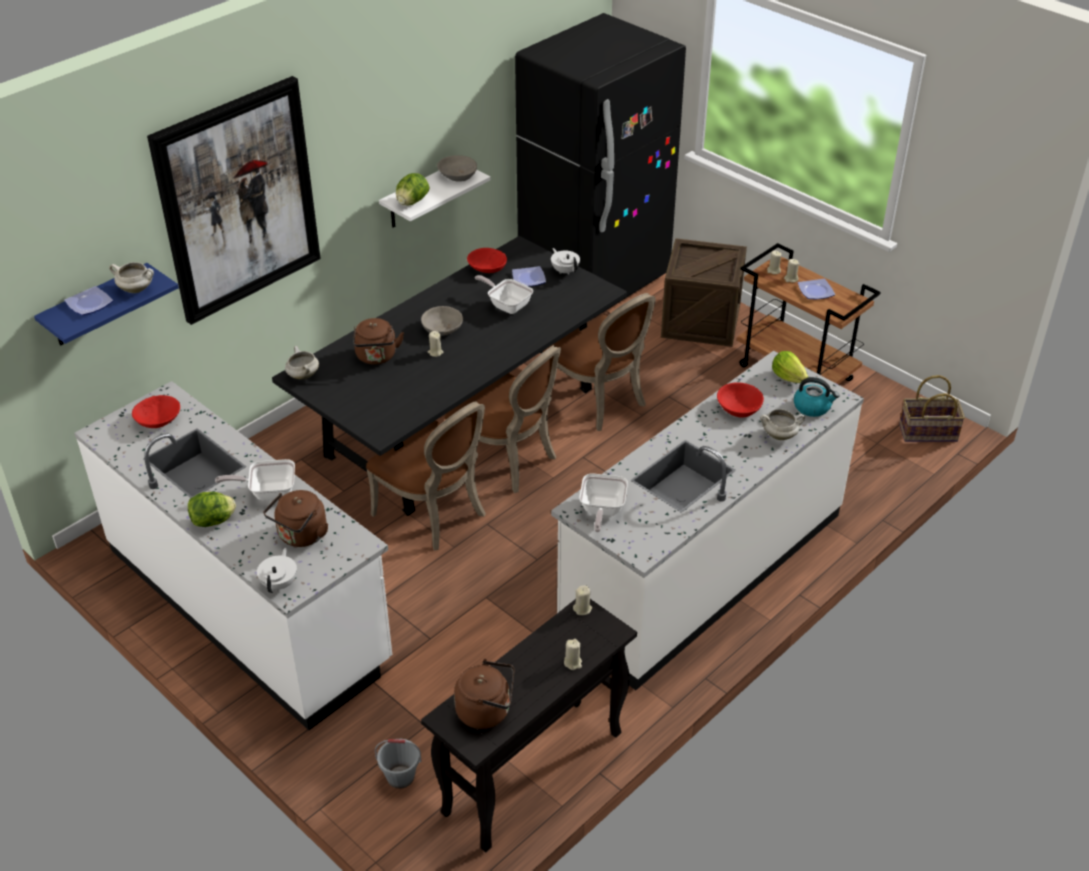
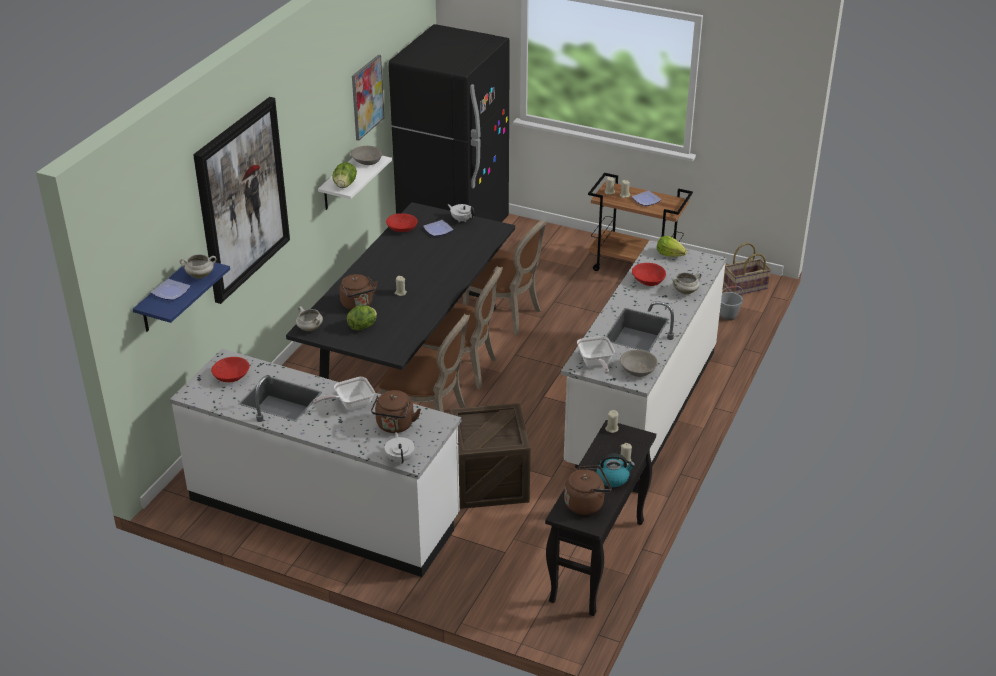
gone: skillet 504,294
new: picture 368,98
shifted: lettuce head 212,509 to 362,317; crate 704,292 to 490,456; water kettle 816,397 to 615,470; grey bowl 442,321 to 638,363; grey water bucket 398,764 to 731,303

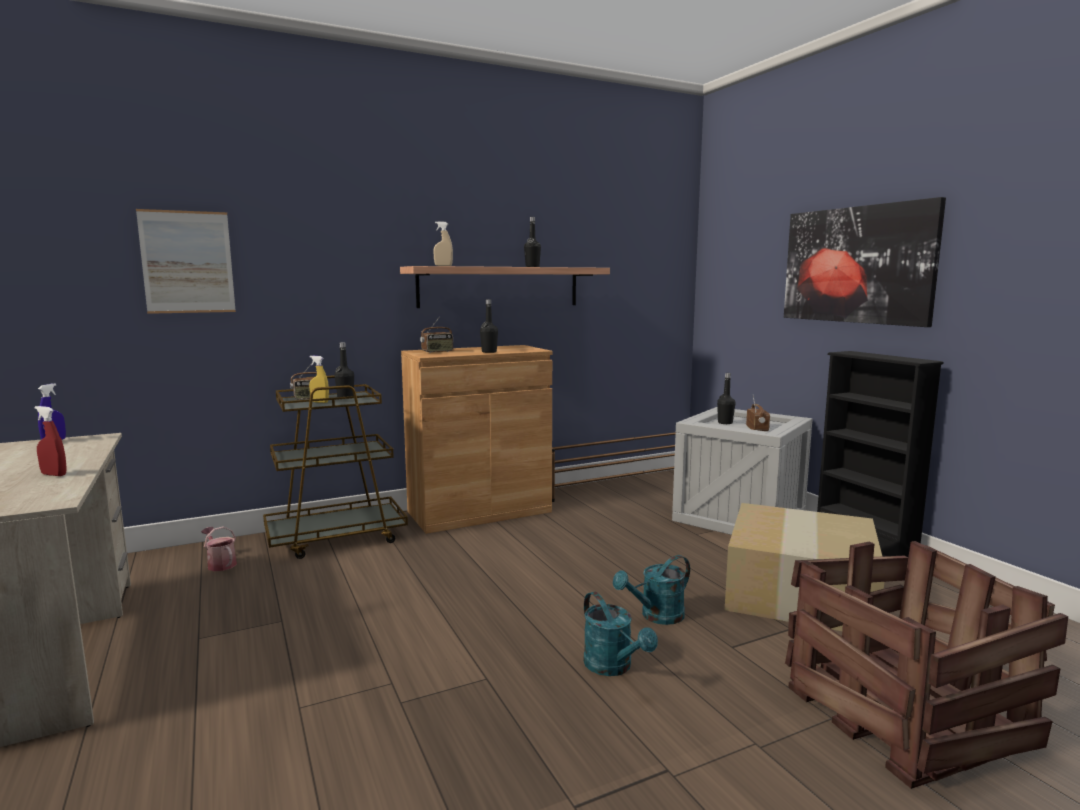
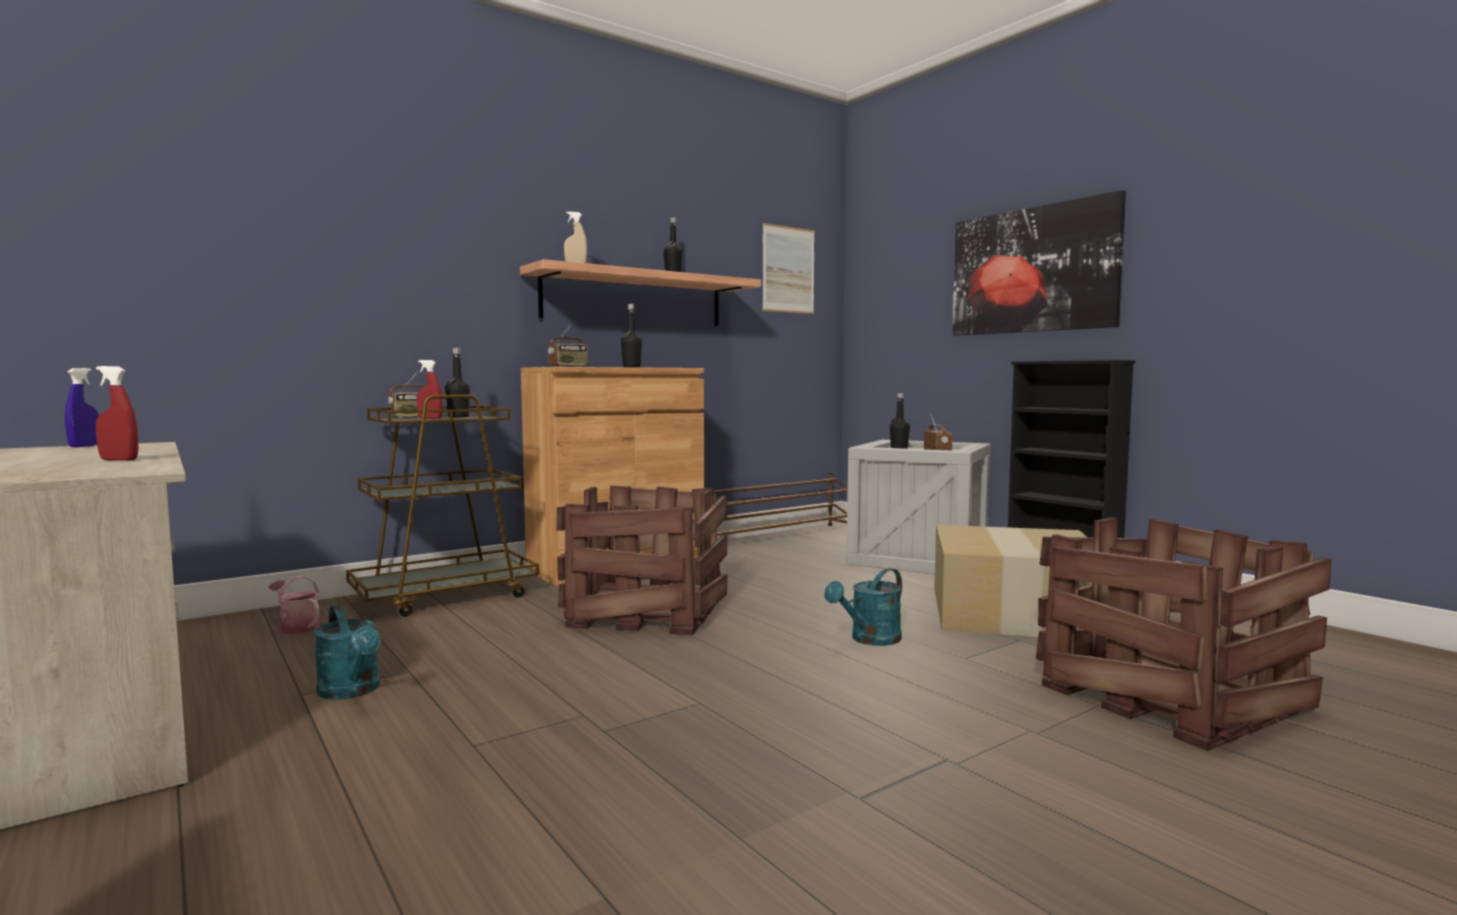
new: crate 641,560
shifted: turquoise-coloured watering can 620,634 to 347,652; picture 186,261 to 788,268
repainted: yellow spray bottle 319,379 to reddish spray bottle 429,389

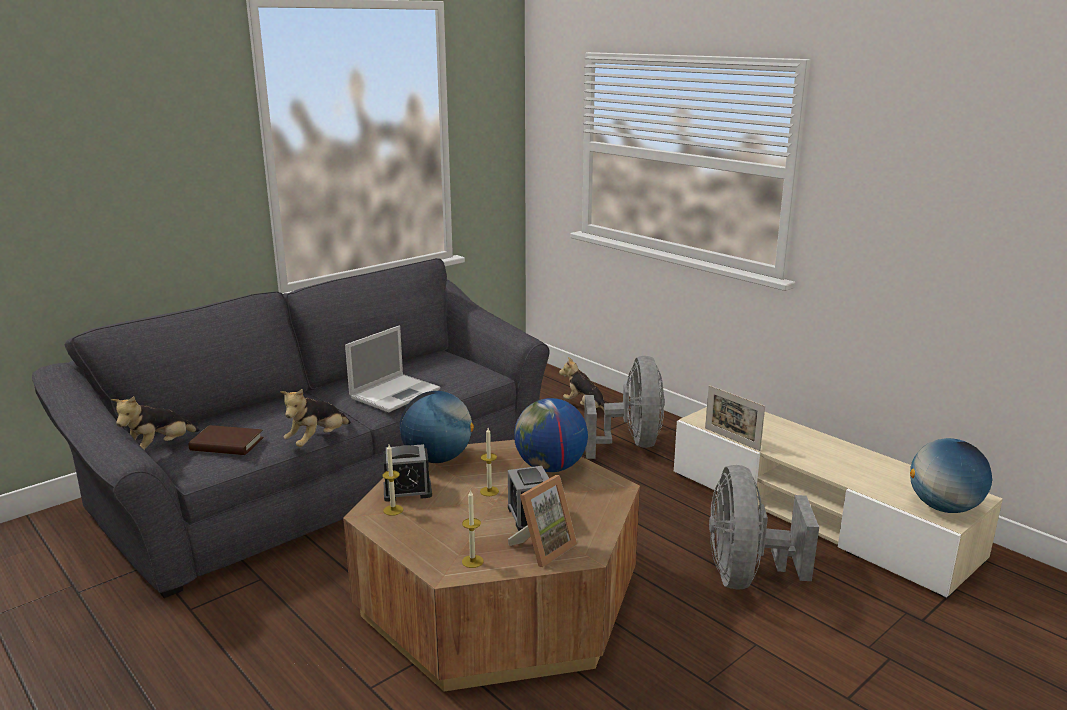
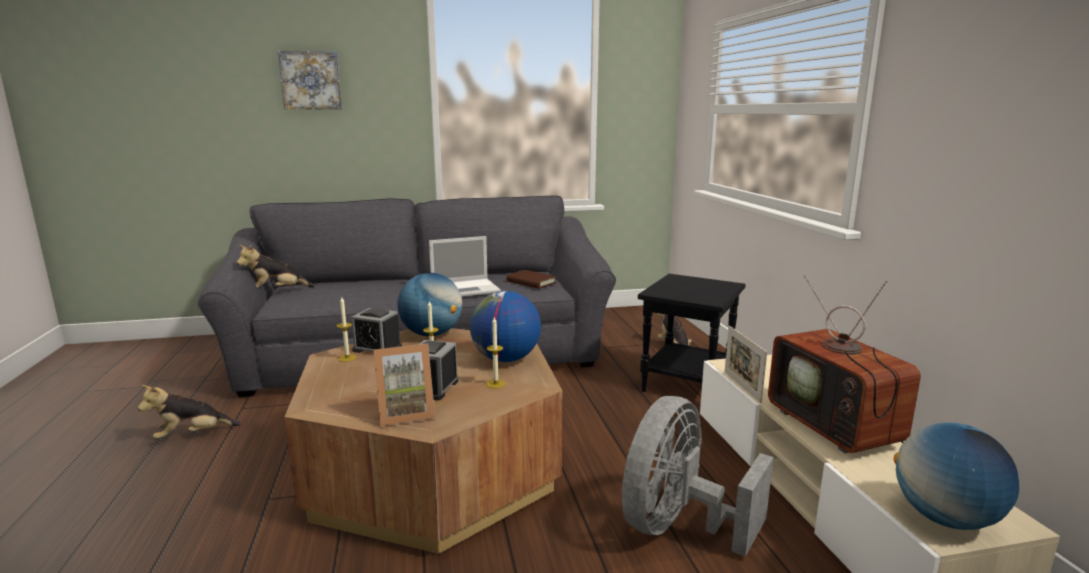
new: picture 310,80; TV set 844,364
shifted: plush toy 315,418 to 189,412; candle 473,528 to 496,352; brown volume 226,440 to 531,279
swapped: grey cooling fan 624,407 to black side table 692,333

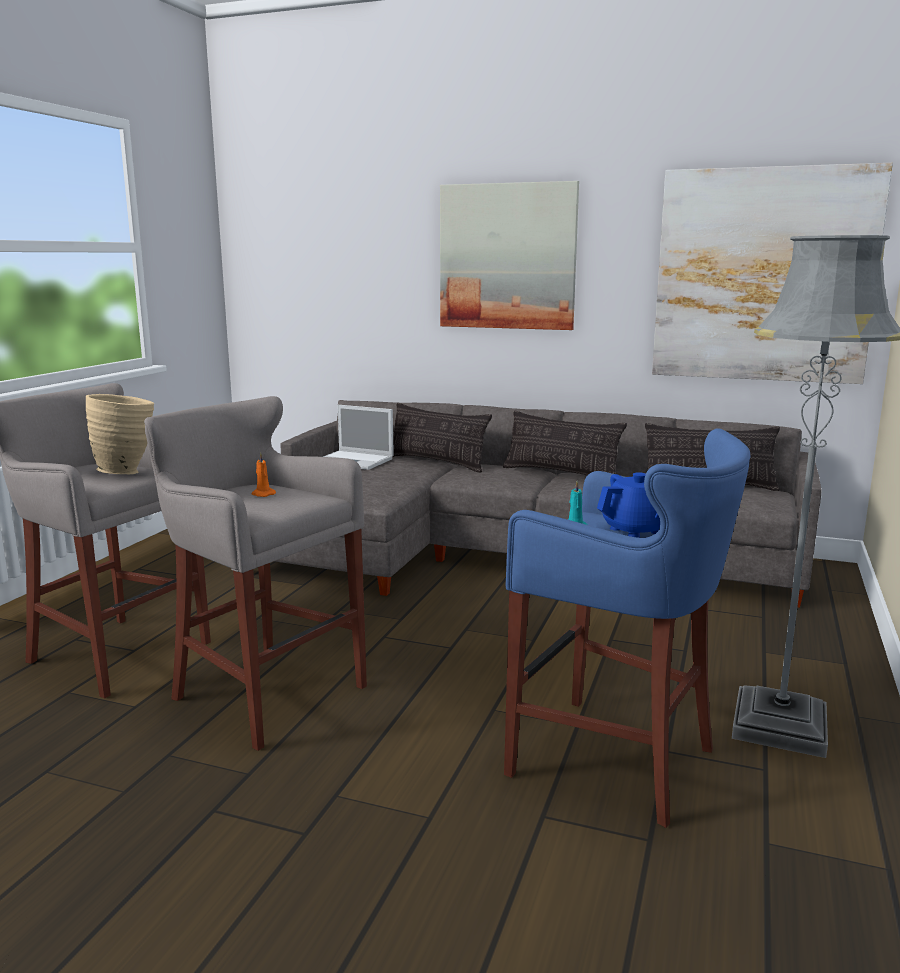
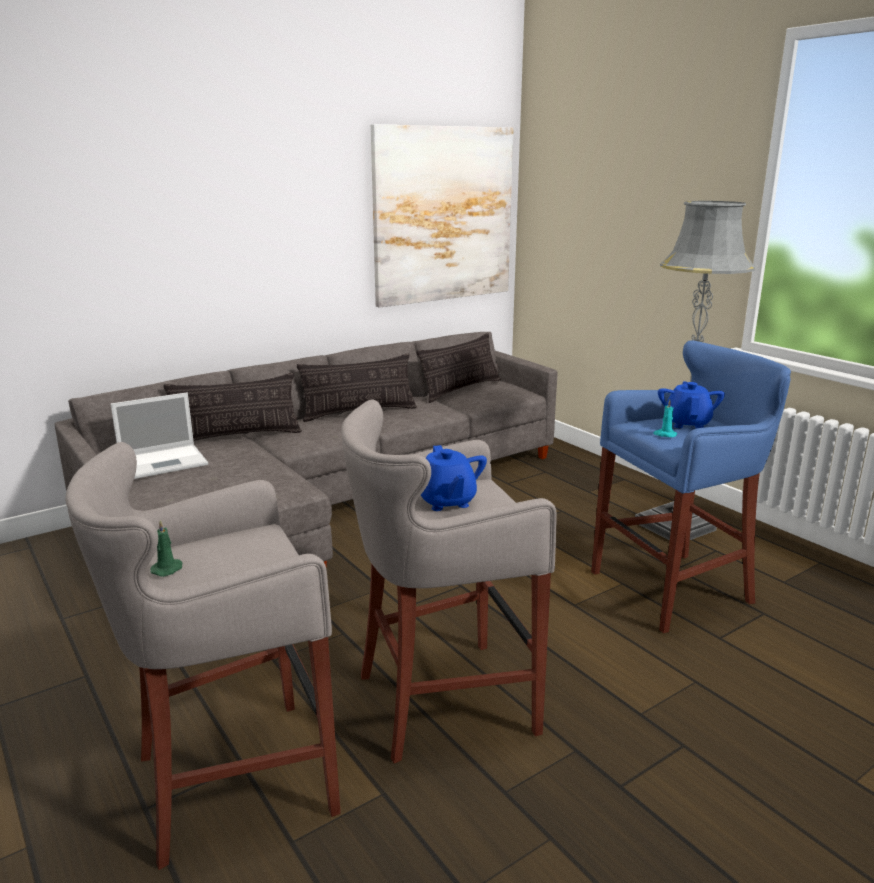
gone: beige-coloured vase 120,434; picture 509,255
new: greenish candle 166,548
swapped: orange-coloured candle 263,475 to blue-coloured teapot 454,478

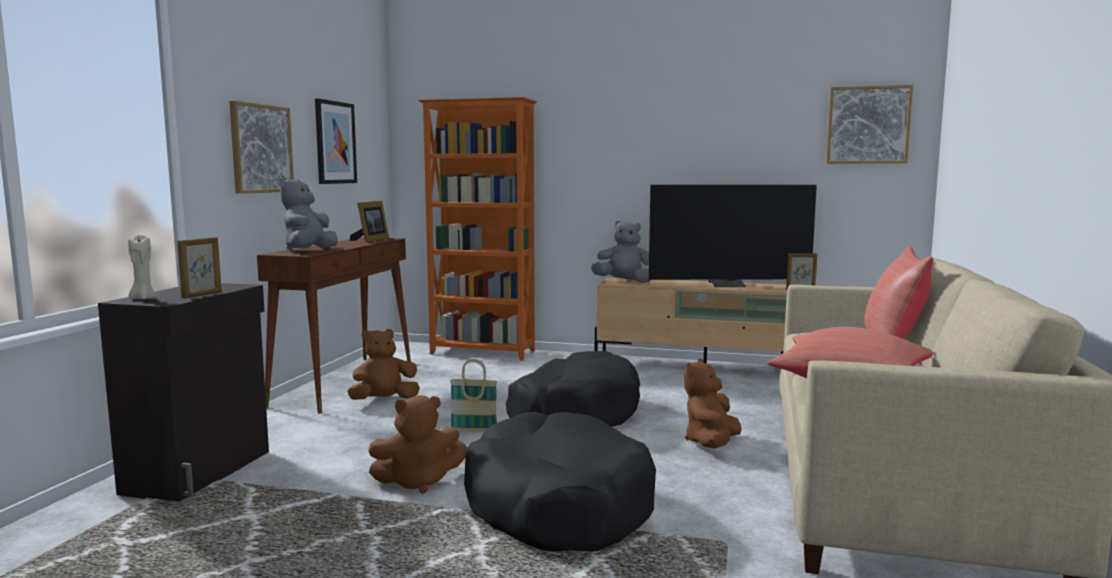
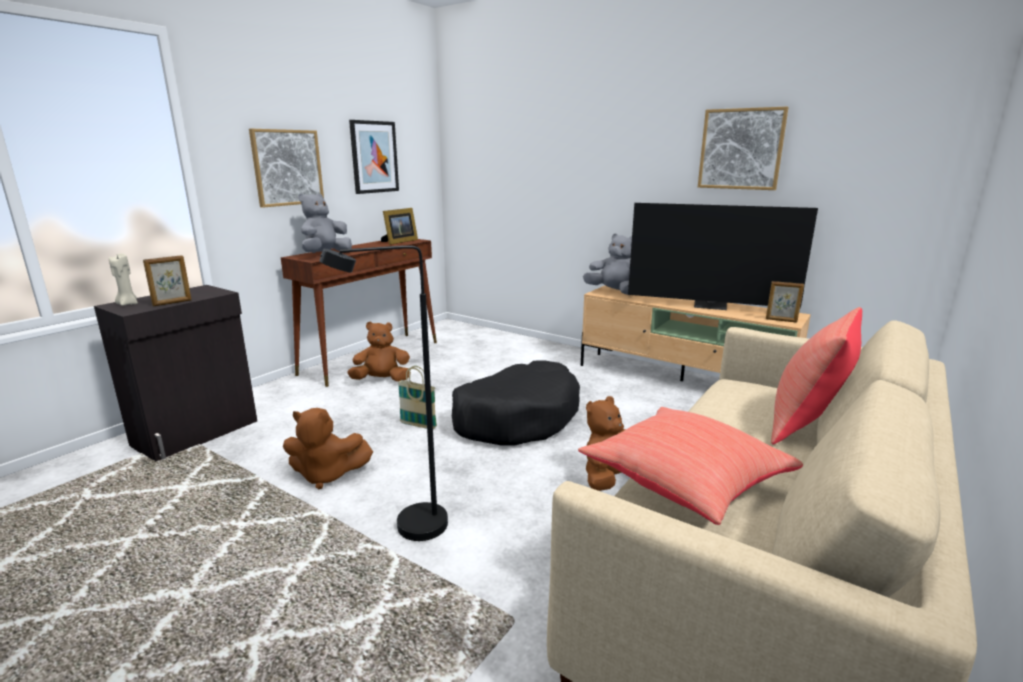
gone: orange-coloured shelving unit 477,229
shifted: picture 869,124 to 743,148
swapped: black dog bed 560,482 to black standing lamp 383,393

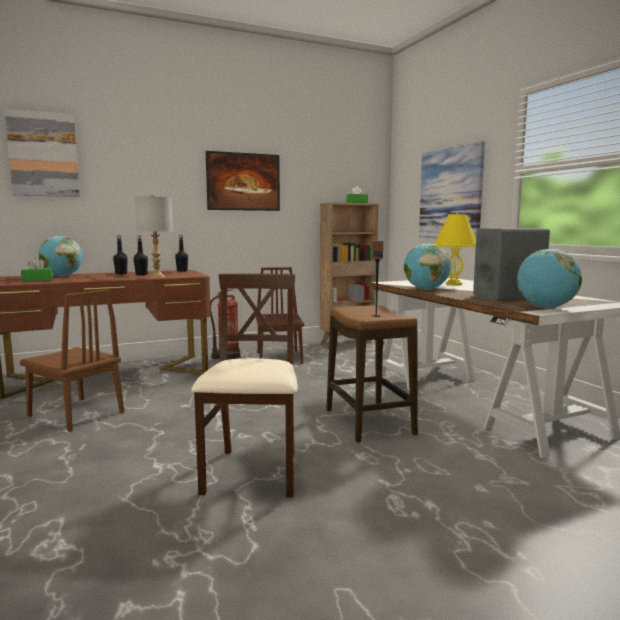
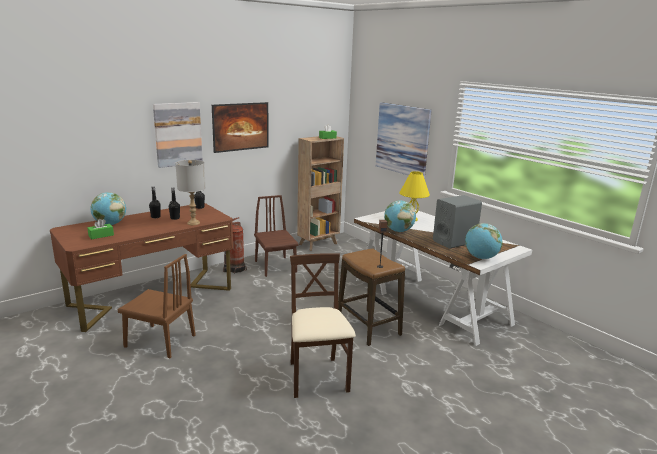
shifted: picture 42,153 to 178,135

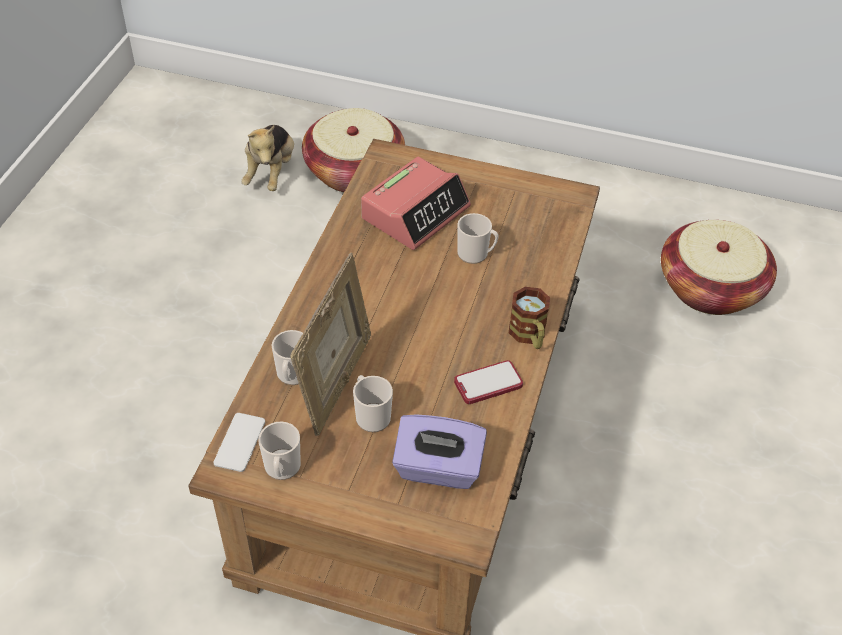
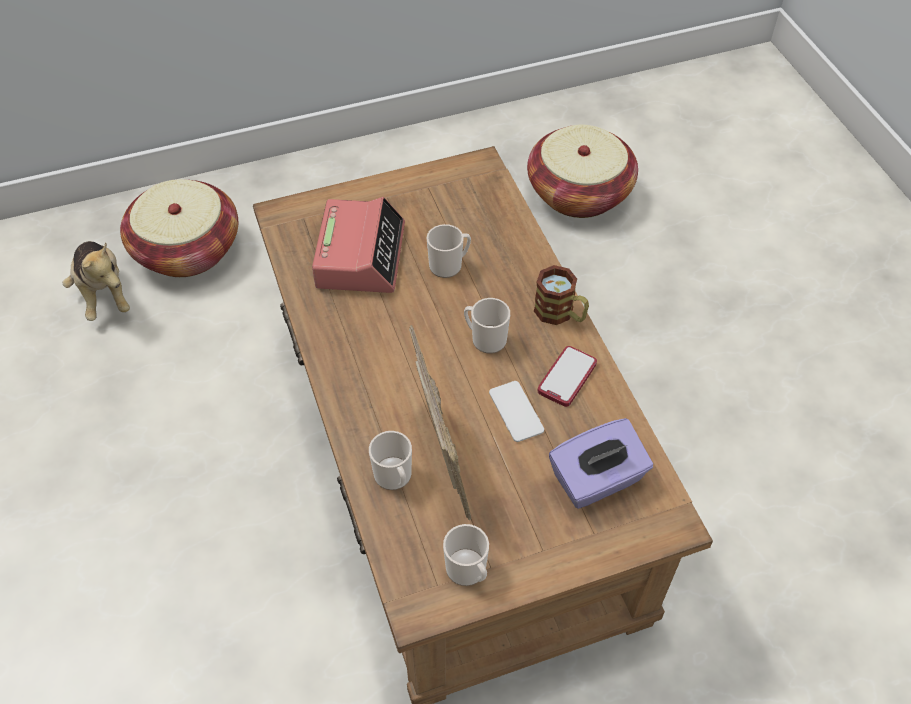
shifted: tea mug 373,403 to 487,326; handset 239,442 to 516,411

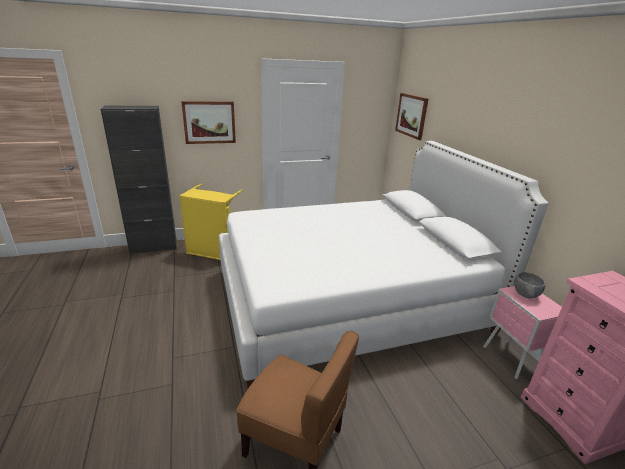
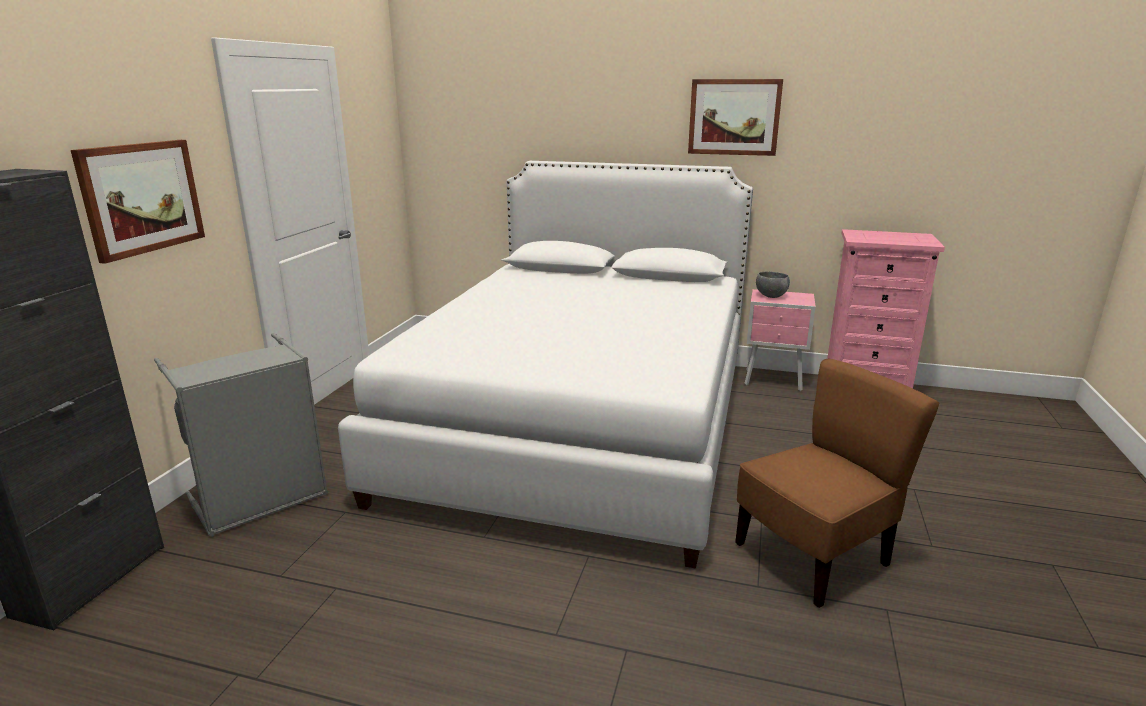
shifted: picture 411,116 to 735,117
repainted: yellow washing basket 211,222 to grey washing basket 241,435

